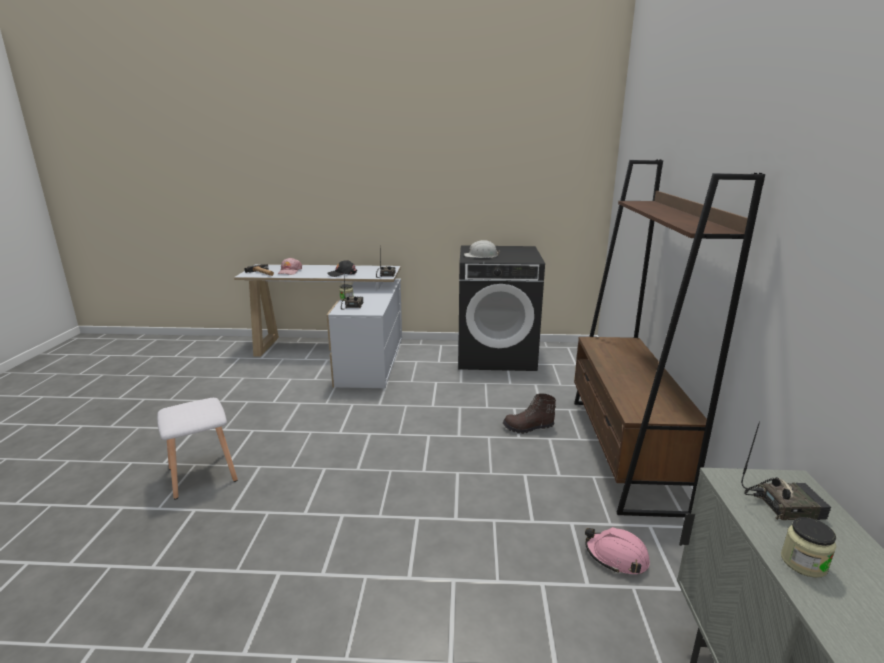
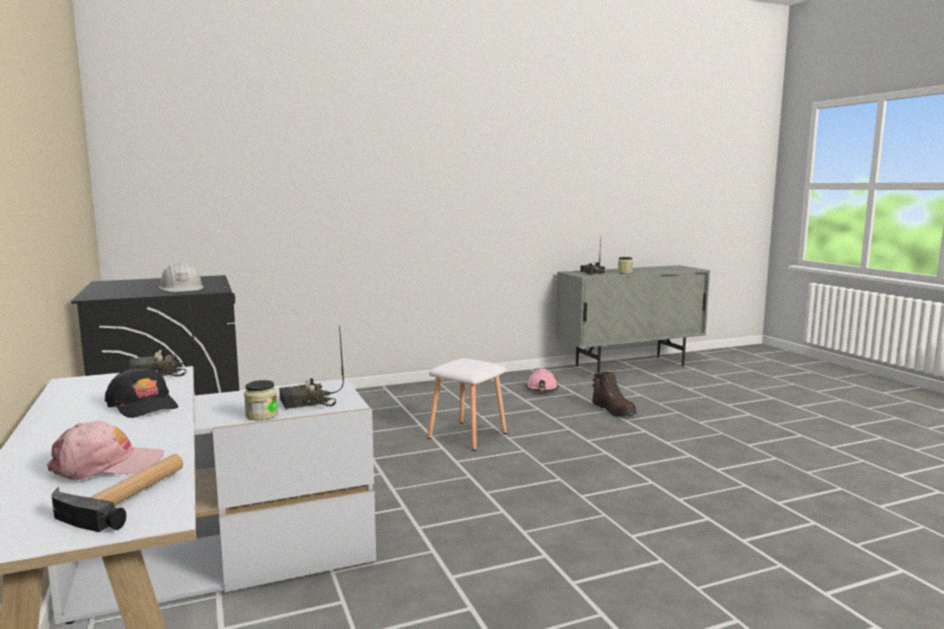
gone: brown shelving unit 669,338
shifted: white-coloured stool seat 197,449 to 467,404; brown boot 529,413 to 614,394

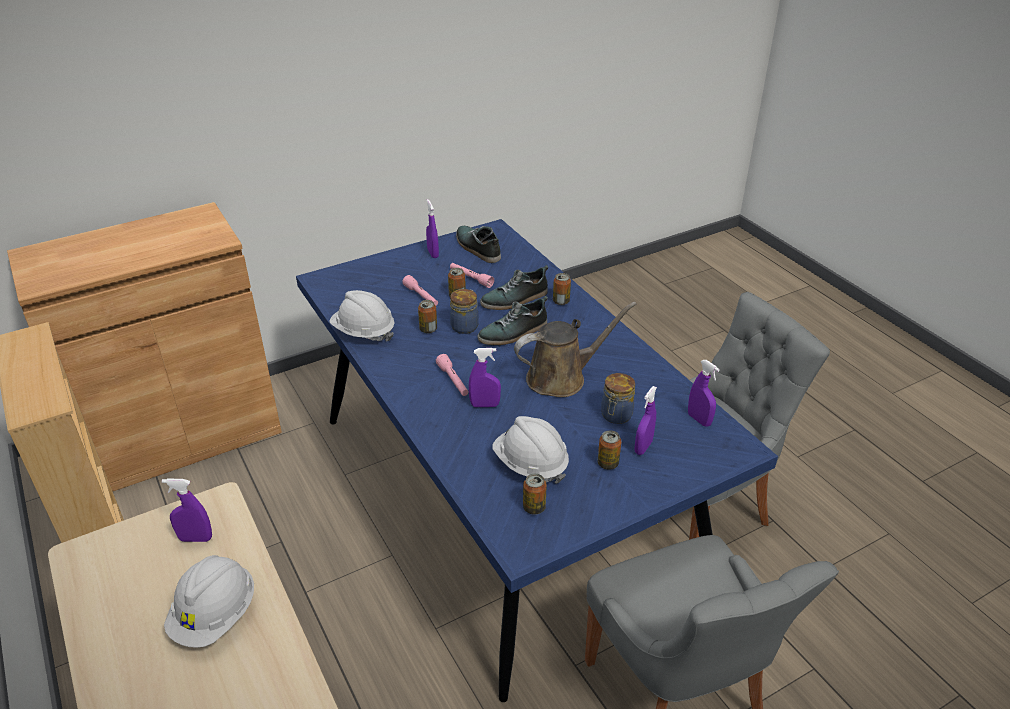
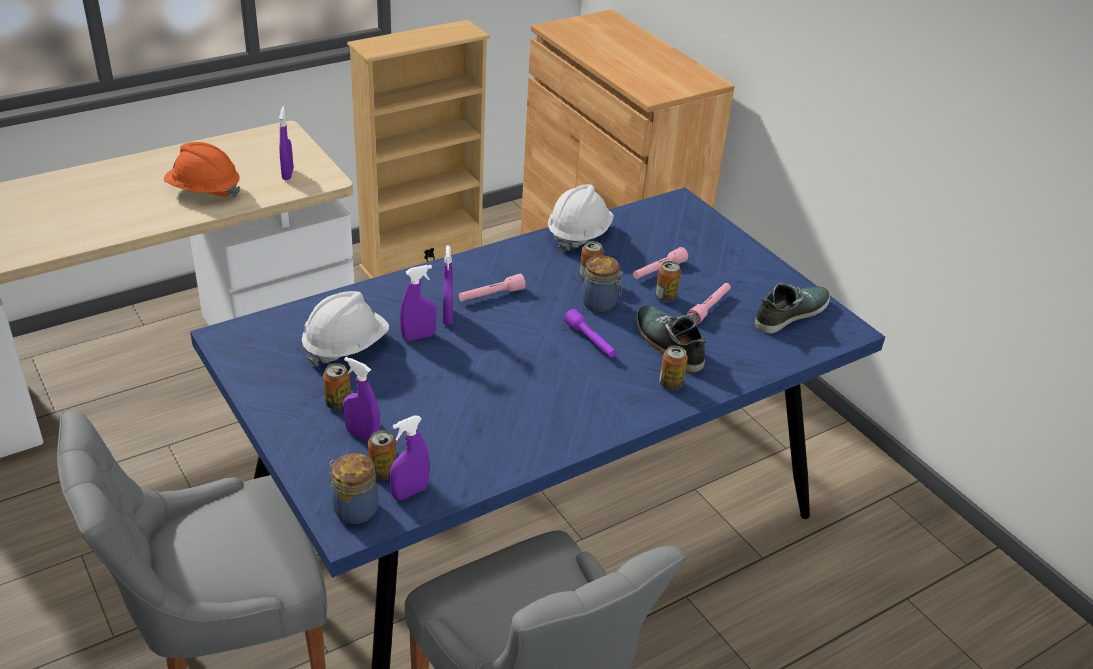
gone: brown watering can 575,349
shifted: preserve jar 618,398 to 353,488; can 535,494 to 382,455; purplish spray bottle 432,228 to 418,303
swapped: shoe 512,320 to purplish hand torch 590,333
repainted: white-coloured work helmet 209,601 to orange-coloured work helmet 201,169

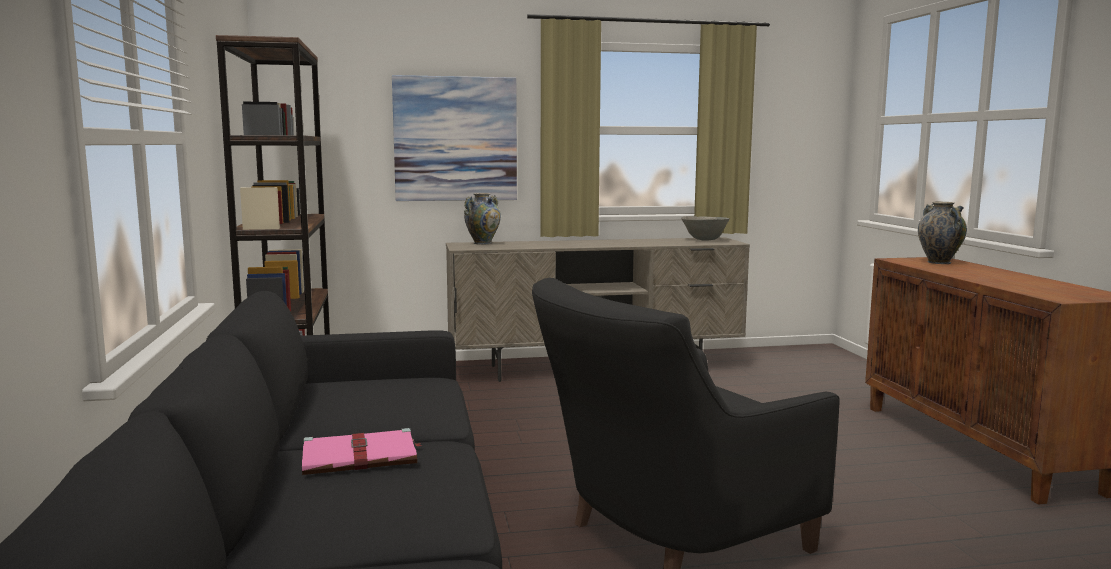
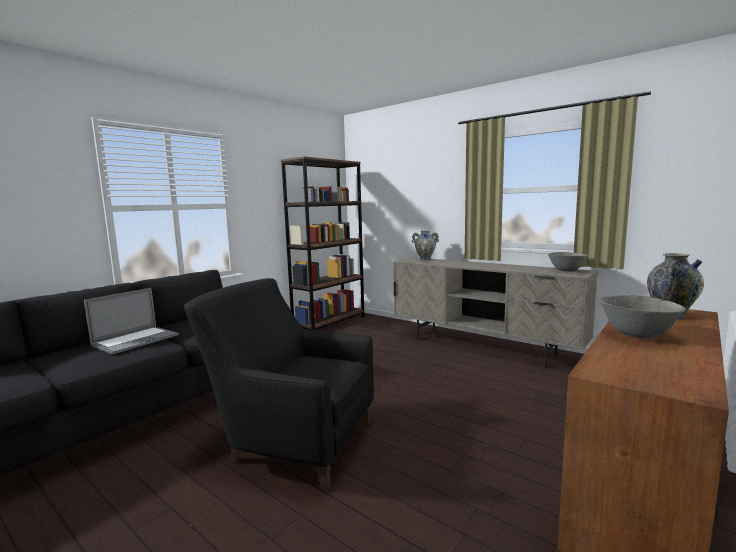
gone: picture 454,138
new: grey bowl 642,317
swapped: pink volume 362,451 to laptop 131,321

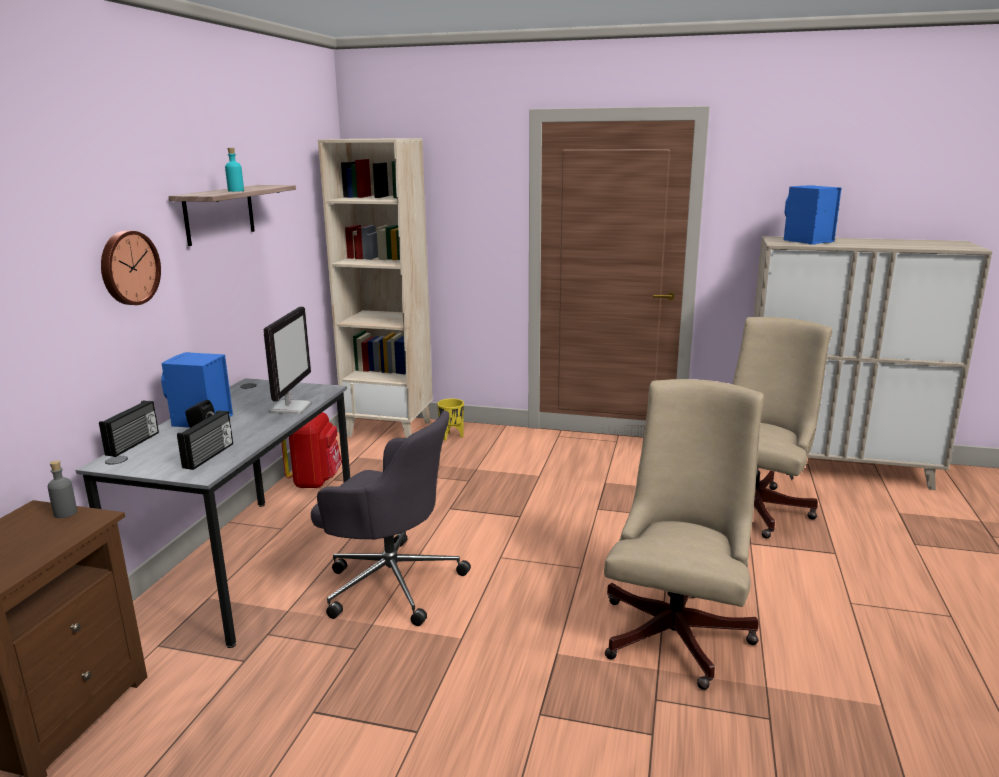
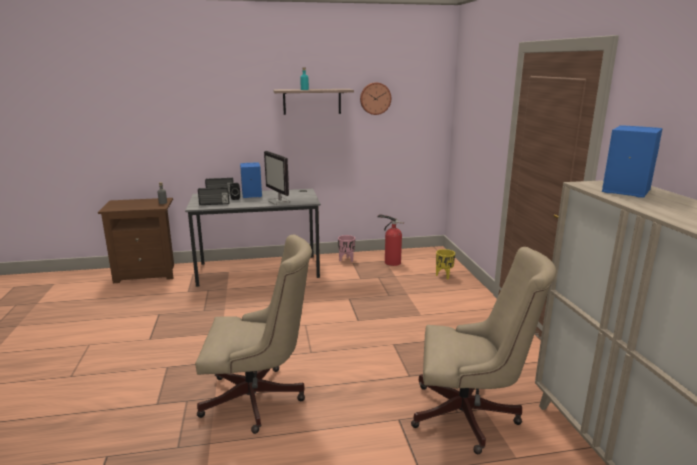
gone: grey office chair 391,518; beige-coloured shelving unit 375,288
new: fire-fighting cylinder 390,240
shifted: clock on the wall 131,268 to 375,98
swapped: reddish backpack 311,450 to pink plant pot 346,248
rotated: computer screen 287,360 = 277,178 75 degrees clockwise

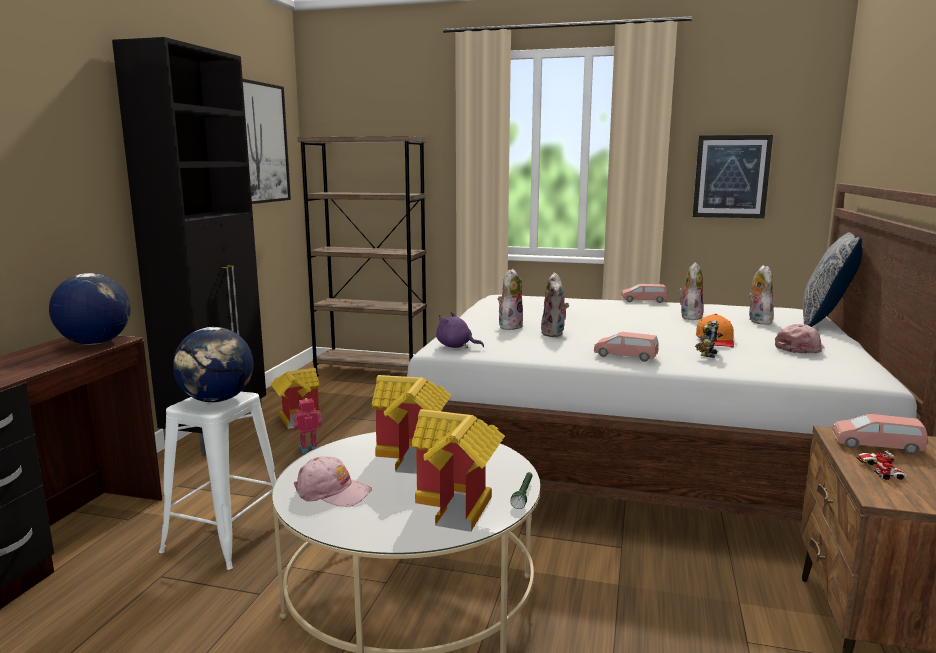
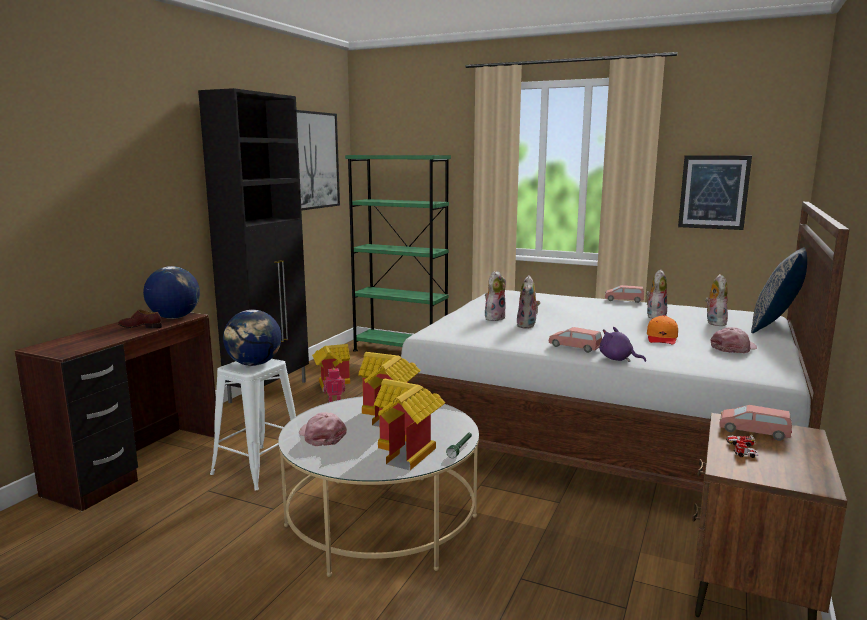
gone: model robot 706,339
new: brown shoe 140,319
shifted: purplish plush toy 460,330 to 622,344
repainted: brown shelving unit 362,256 to greenish shelving unit 398,253
rotated: pink cap 333,482 = 323,429 150 degrees counterclockwise

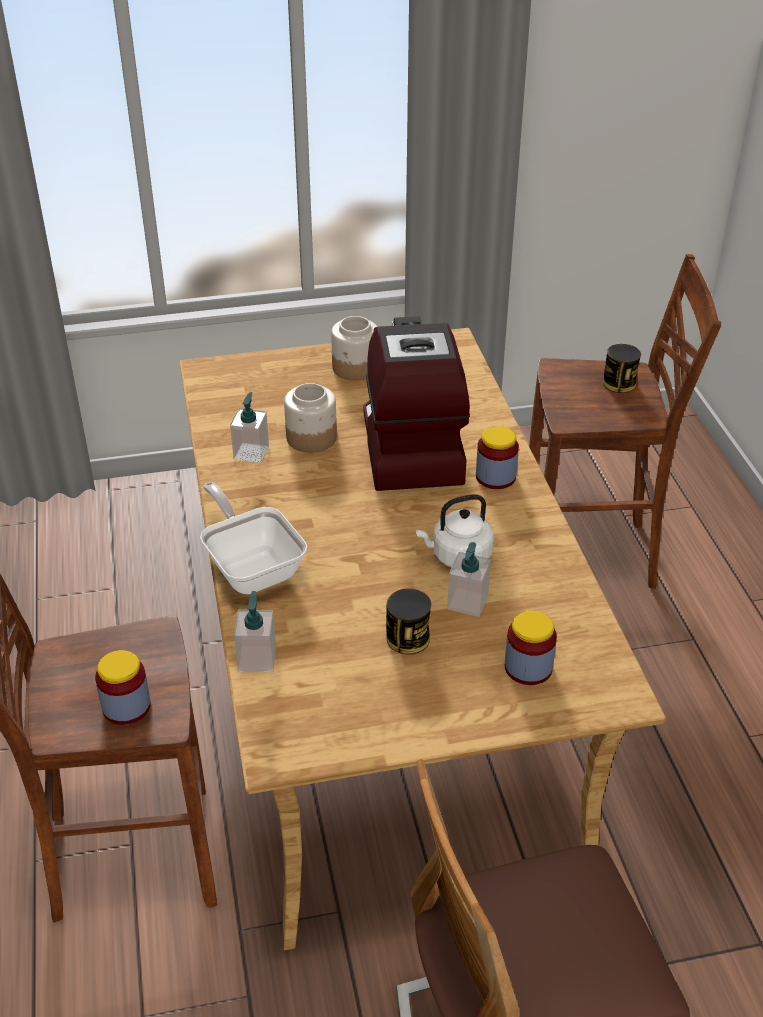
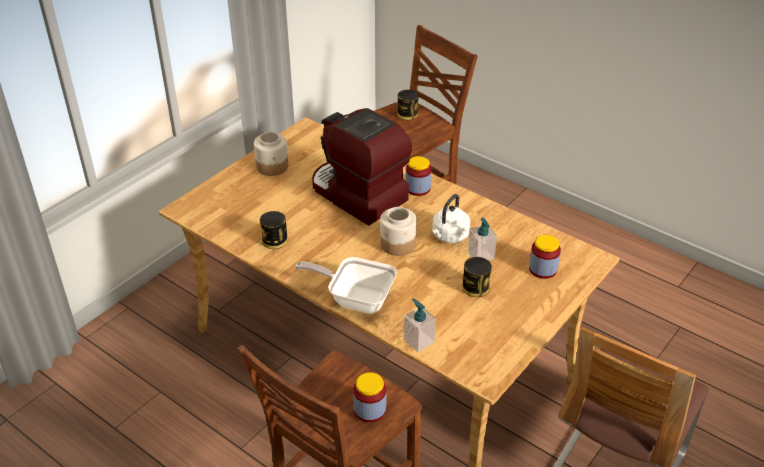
shifted: preserve jar 310,418 to 398,231
swapped: soap bottle 249,427 to can 274,230

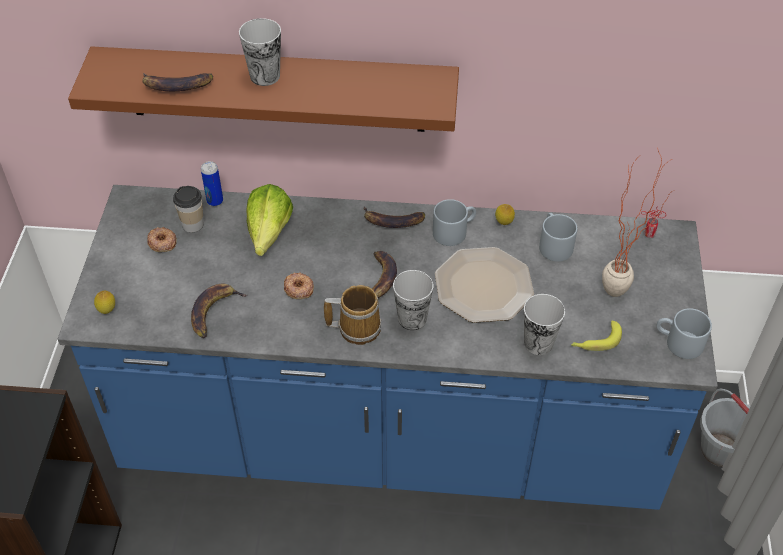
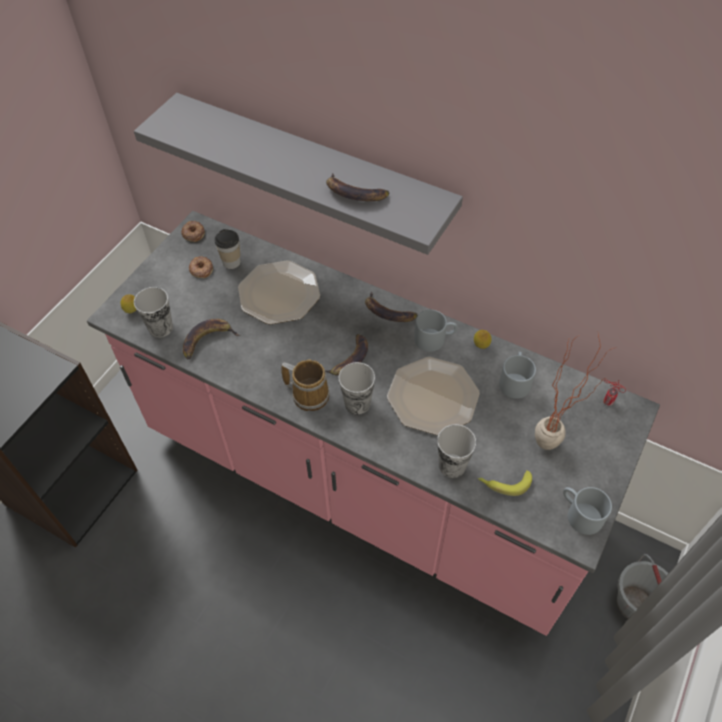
gone: can 212,183
shifted: drinking cup 260,52 to 153,312; donut 299,285 to 193,231; banana 178,82 to 358,187
swapped: lettuce head 269,220 to flat dish 279,292
repainted: blue-coloured kitchen base unit 388,347 to pink kitchen base unit 373,423; brown wall shelf 263,89 to grey wall shelf 298,174

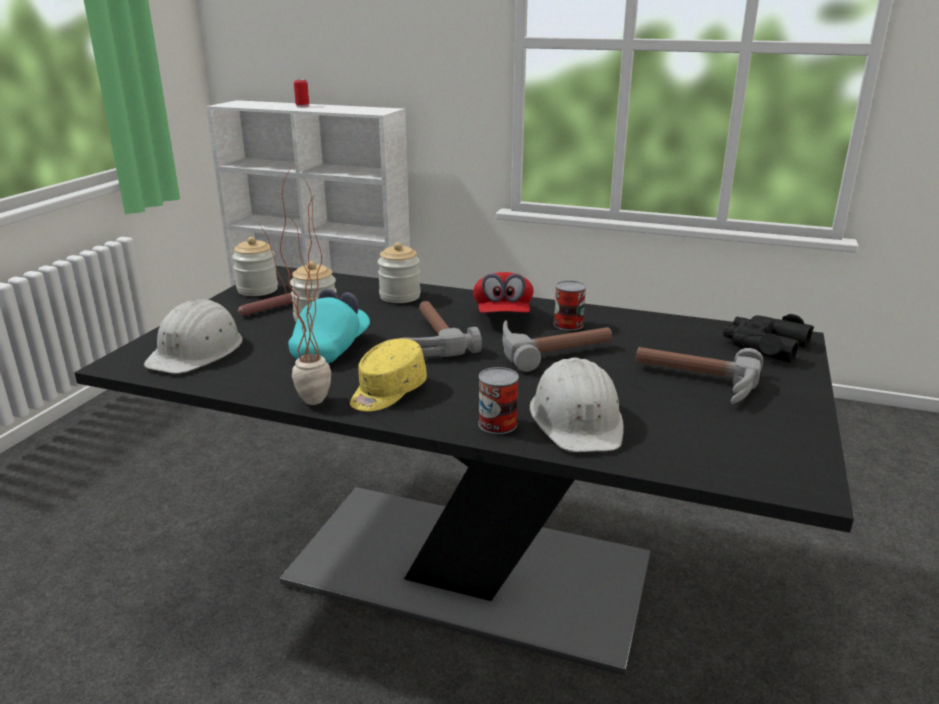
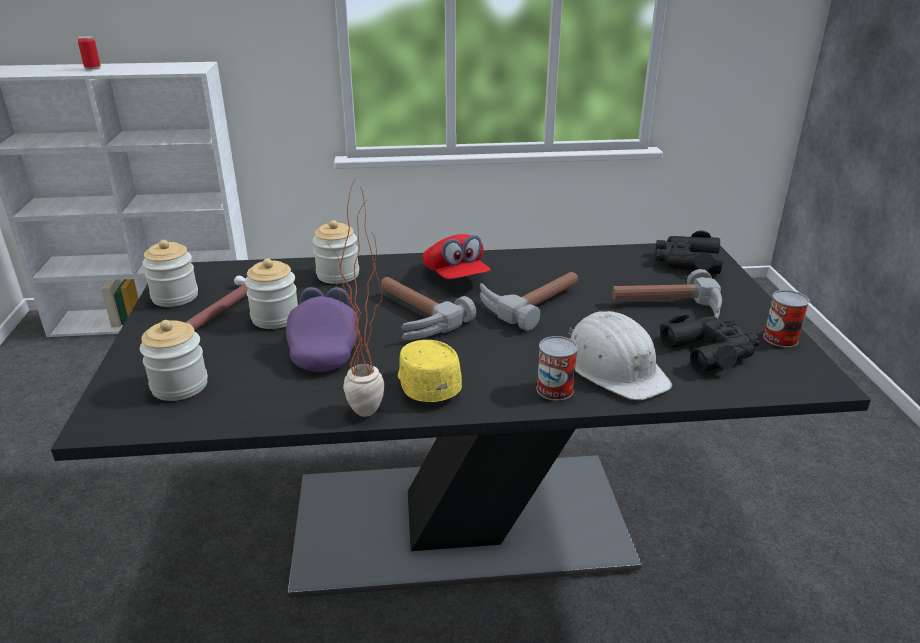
new: black pair of binoculars 710,343
shifted: can 570,305 to 786,318
swapped: white-coloured work helmet 193,336 to preserve jar 174,360
repainted: turquoise-coloured cap 329,326 to purplish cap 322,329
rotated: yellow cap 388,375 = 430,371 150 degrees clockwise

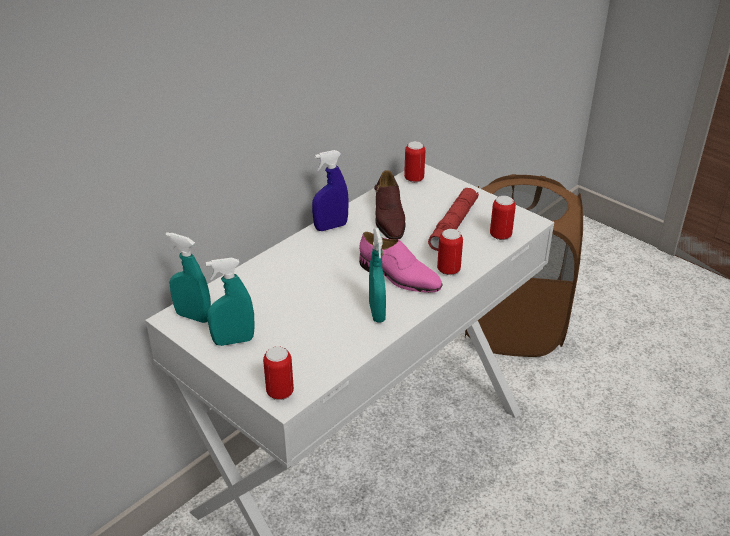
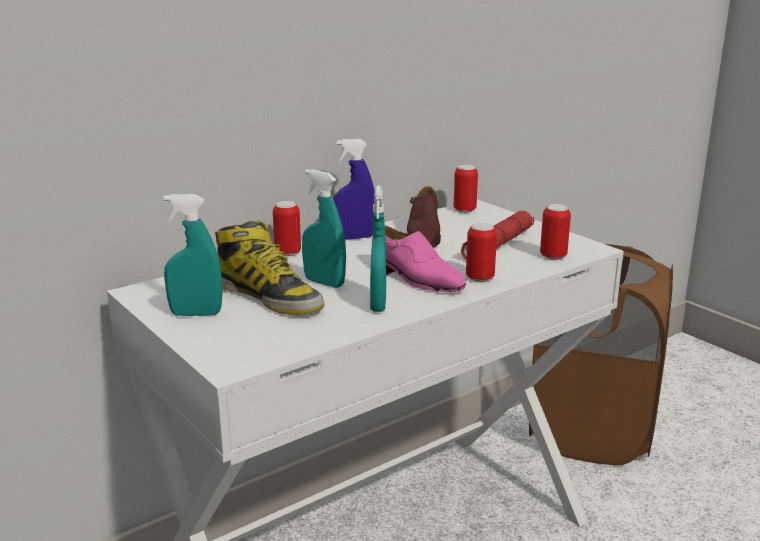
new: boot 270,267
shifted: can 278,373 to 287,228; turquoise-coloured spray bottle 188,277 to 324,228

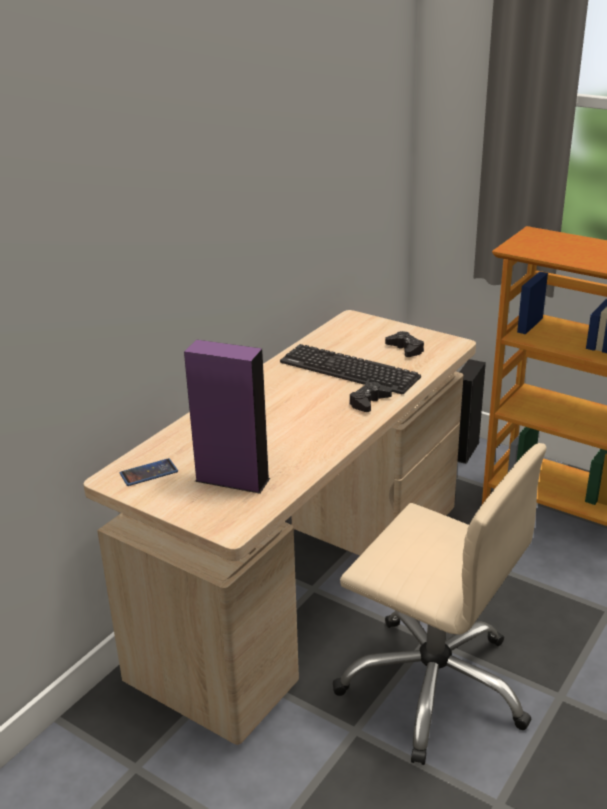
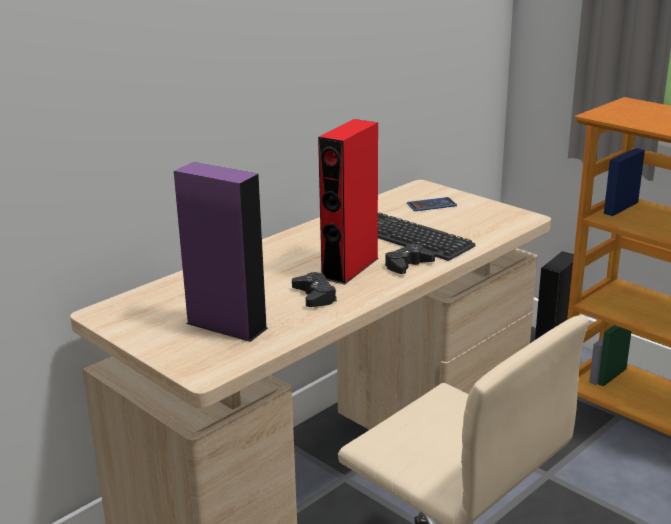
new: reddish audio speaker 348,202
shifted: black gamepad 404,344 to 314,289; handset 149,472 to 432,204

